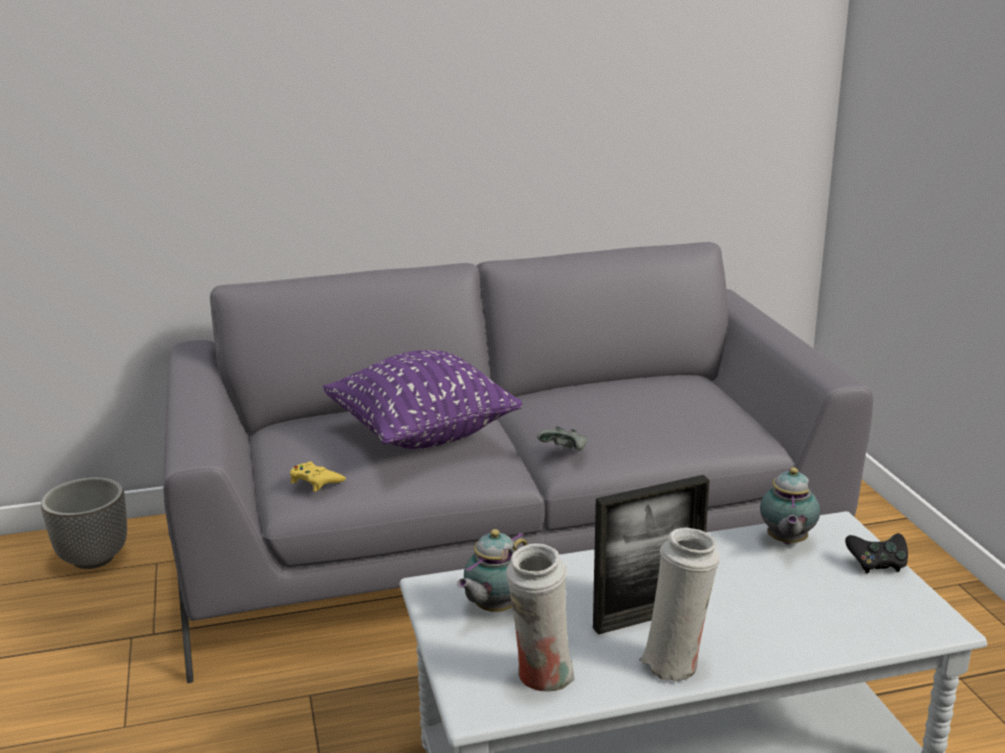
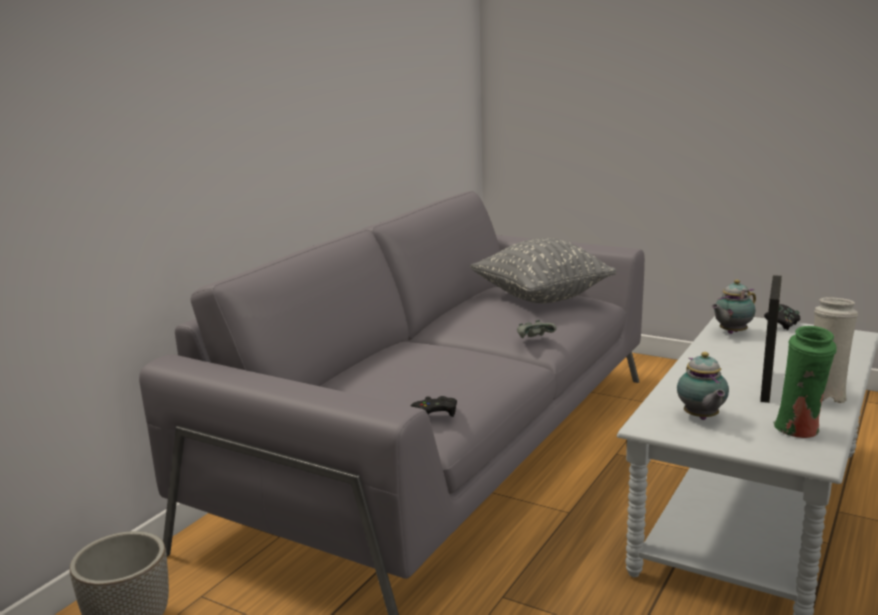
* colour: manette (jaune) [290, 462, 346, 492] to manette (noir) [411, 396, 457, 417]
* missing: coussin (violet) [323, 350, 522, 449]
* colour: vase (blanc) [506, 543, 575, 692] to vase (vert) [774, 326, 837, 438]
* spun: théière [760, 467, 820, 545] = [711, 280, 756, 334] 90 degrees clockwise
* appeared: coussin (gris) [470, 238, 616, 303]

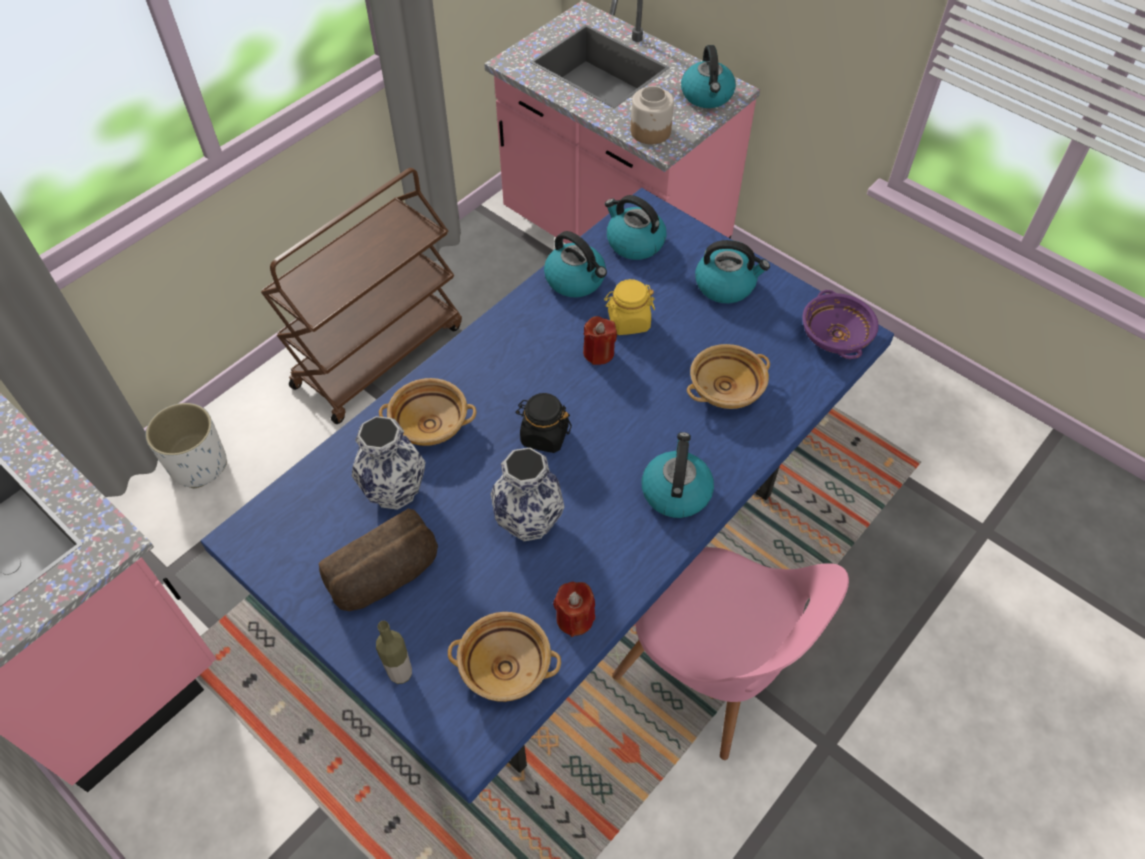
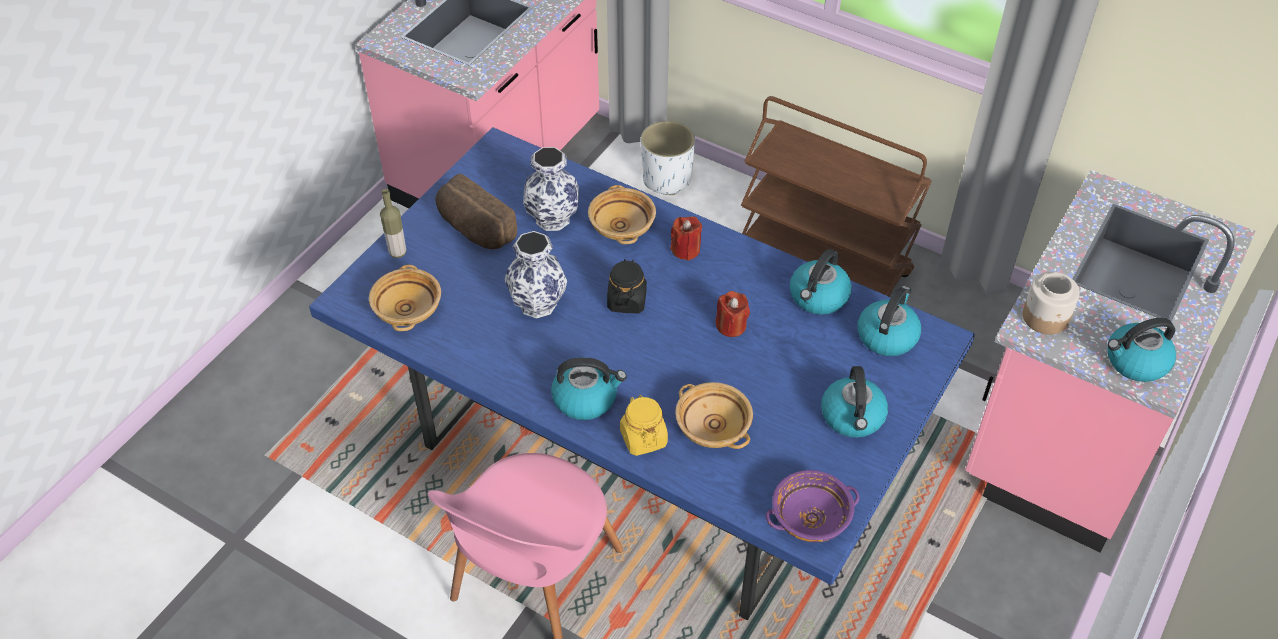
* relocated: bougie (rouge) [553, 581, 595, 637] to [670, 216, 702, 261]
* relocated: bocal (jaune) [604, 279, 655, 335] to [620, 395, 668, 456]

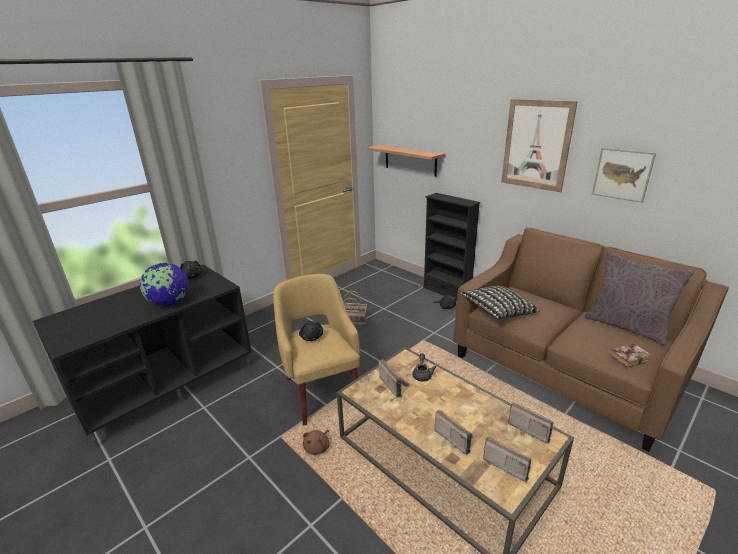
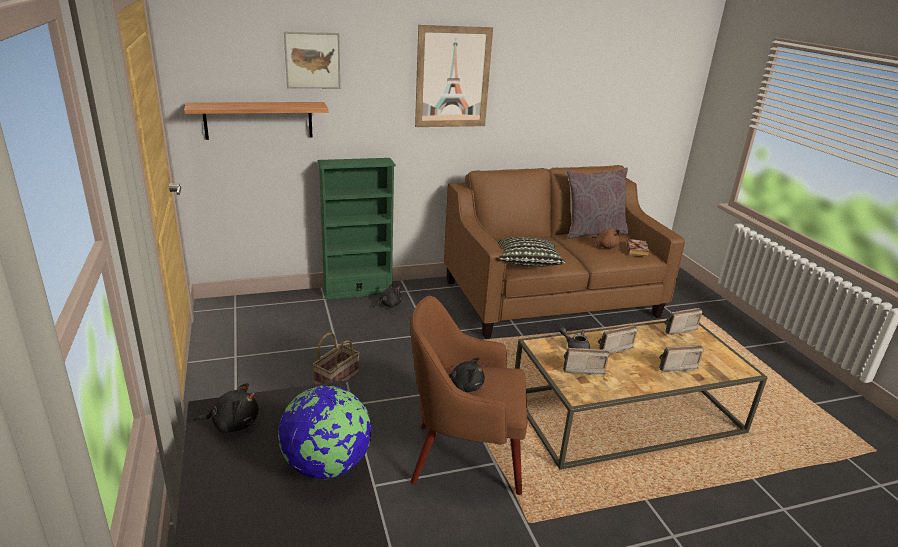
* colour: fauteuil (jaune) [273, 274, 360, 426] to fauteuil (marron) [410, 296, 528, 495]
* relocated: peluche (marron) [303, 430, 330, 455] to [592, 229, 620, 249]
* colour: bibliothèque (noir) [423, 193, 481, 301] to bibliothèque (vert) [318, 158, 396, 300]
* relocated: radio [483, 437, 532, 483] to [598, 325, 638, 354]
* relocated: tableau [592, 148, 656, 203] to [284, 32, 341, 89]

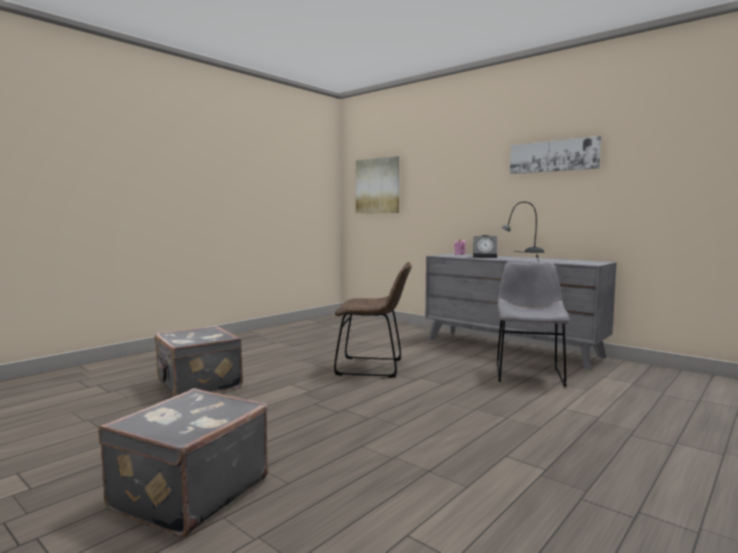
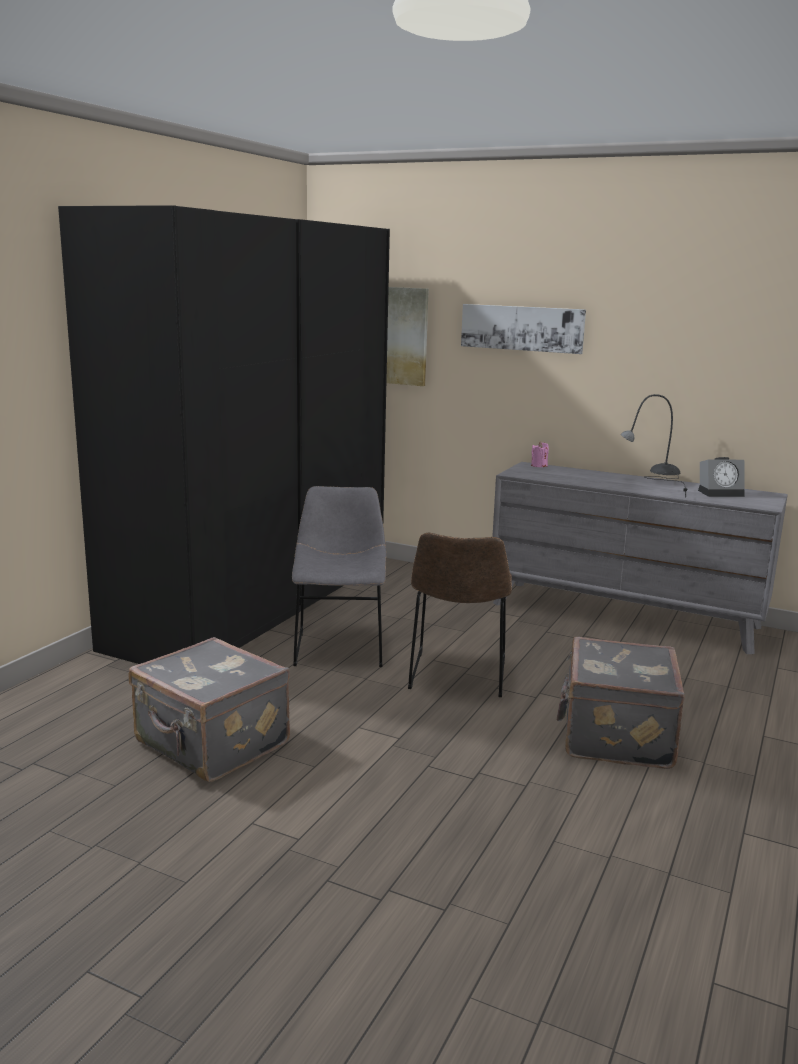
* relocated: valise (gris) [98, 388, 268, 537] to [557, 637, 685, 769]
* spun: chaise (marron) [334, 262, 412, 378] = [408, 533, 512, 697] 105 degrees clockwise
* relocated: réveil [473, 235, 497, 258] to [698, 457, 744, 497]
* relocated: chaise (gris) [497, 262, 570, 386] to [292, 486, 386, 667]
* relocated: tableau [510, 136, 601, 174] to [461, 304, 586, 354]
* appeared: armoire (noir) [58, 205, 390, 664]

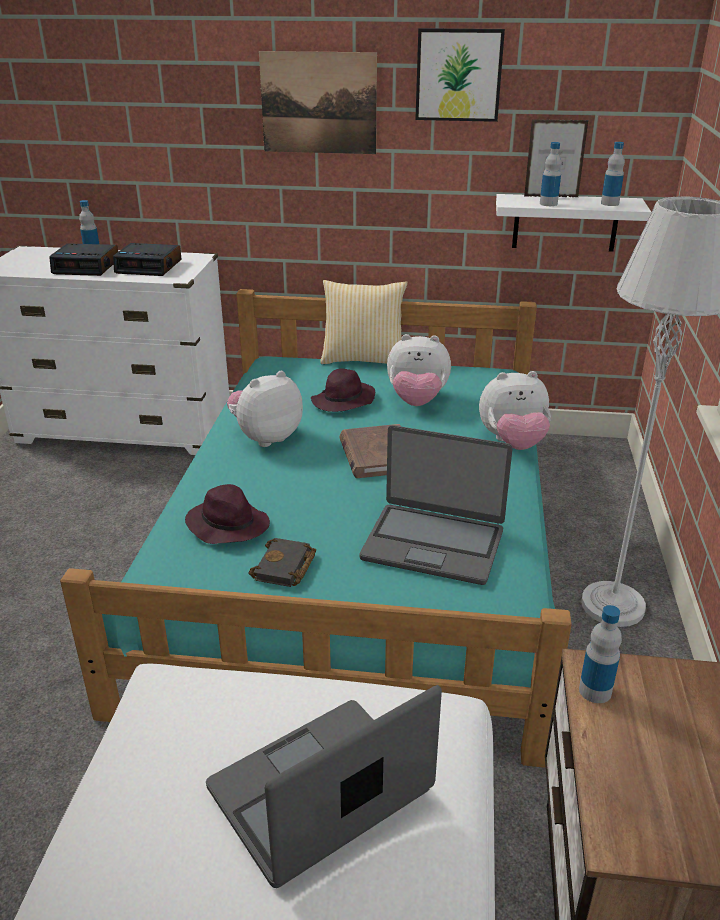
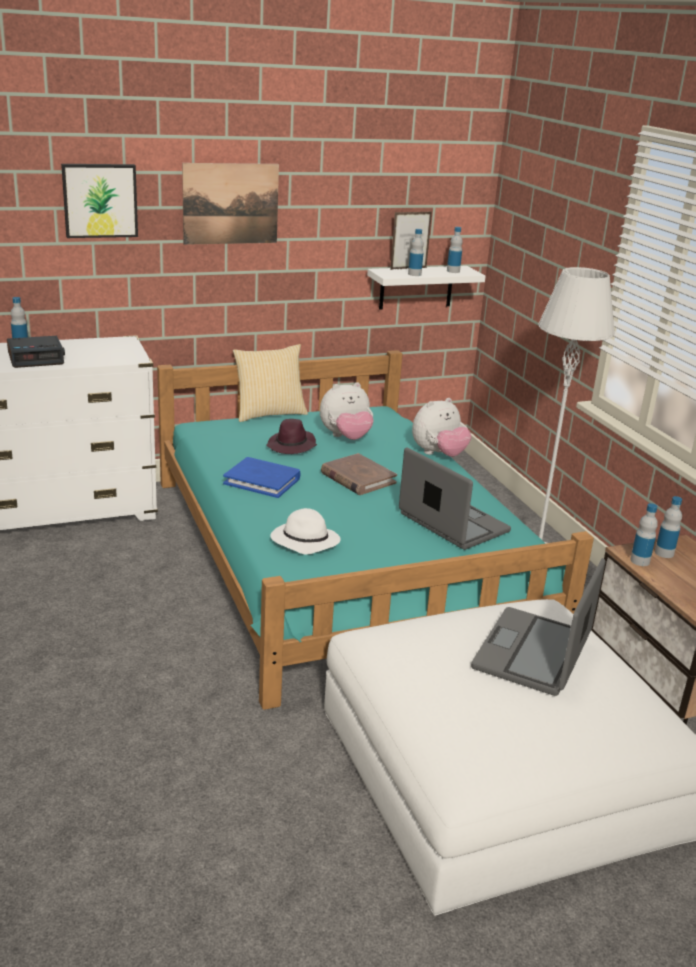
* missing: réveil [113, 243, 181, 276]
* colour: chapeau (violet) [185, 484, 270, 544] to chapeau (blanc) [270, 508, 341, 555]
* exchanged: peluche [227, 371, 303, 447] to livre (bleu) [223, 457, 301, 498]
* missing: livre (noir) [248, 538, 316, 587]
* spun: ordinateur portable [360, 425, 513, 585] = [399, 447, 511, 550] 120 degrees counterclockwise
* relocated: tableau [415, 28, 505, 122] to [61, 164, 138, 238]
* appeared: bouteille [655, 496, 682, 558]

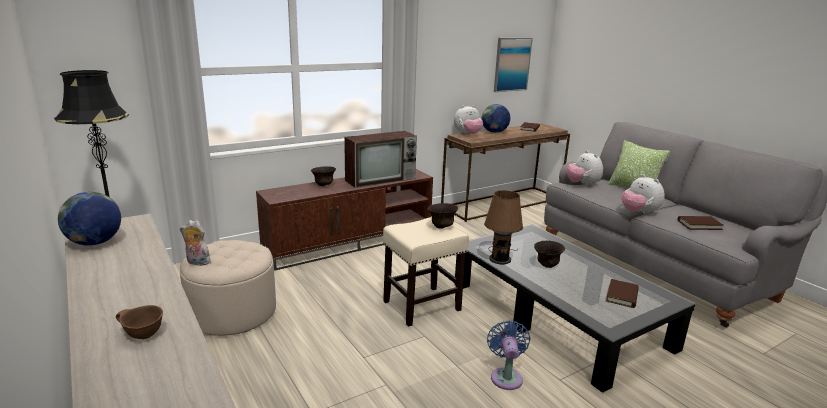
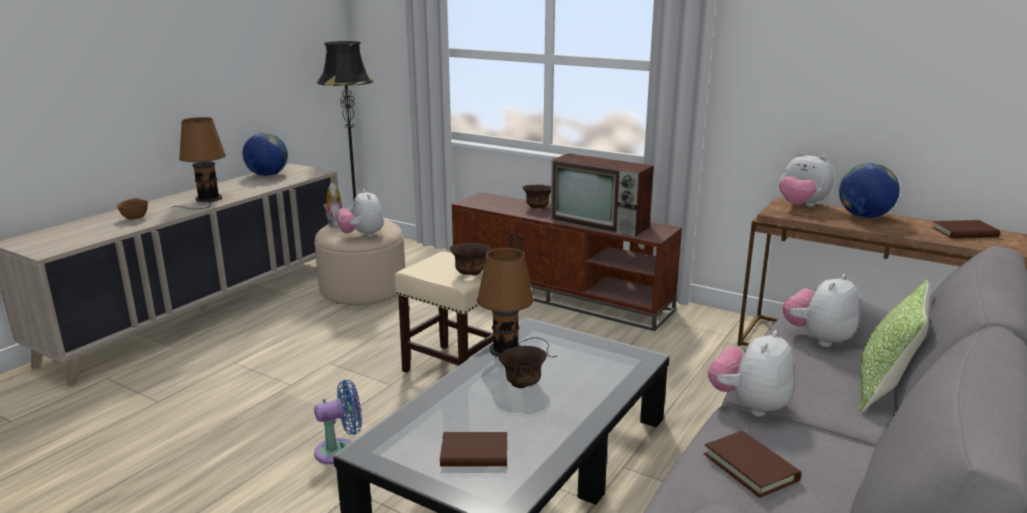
* missing: tableau [494, 38, 533, 92]
* appeared: lampe de table (marron) [171, 117, 226, 209]
* appeared: peluche [337, 189, 384, 238]

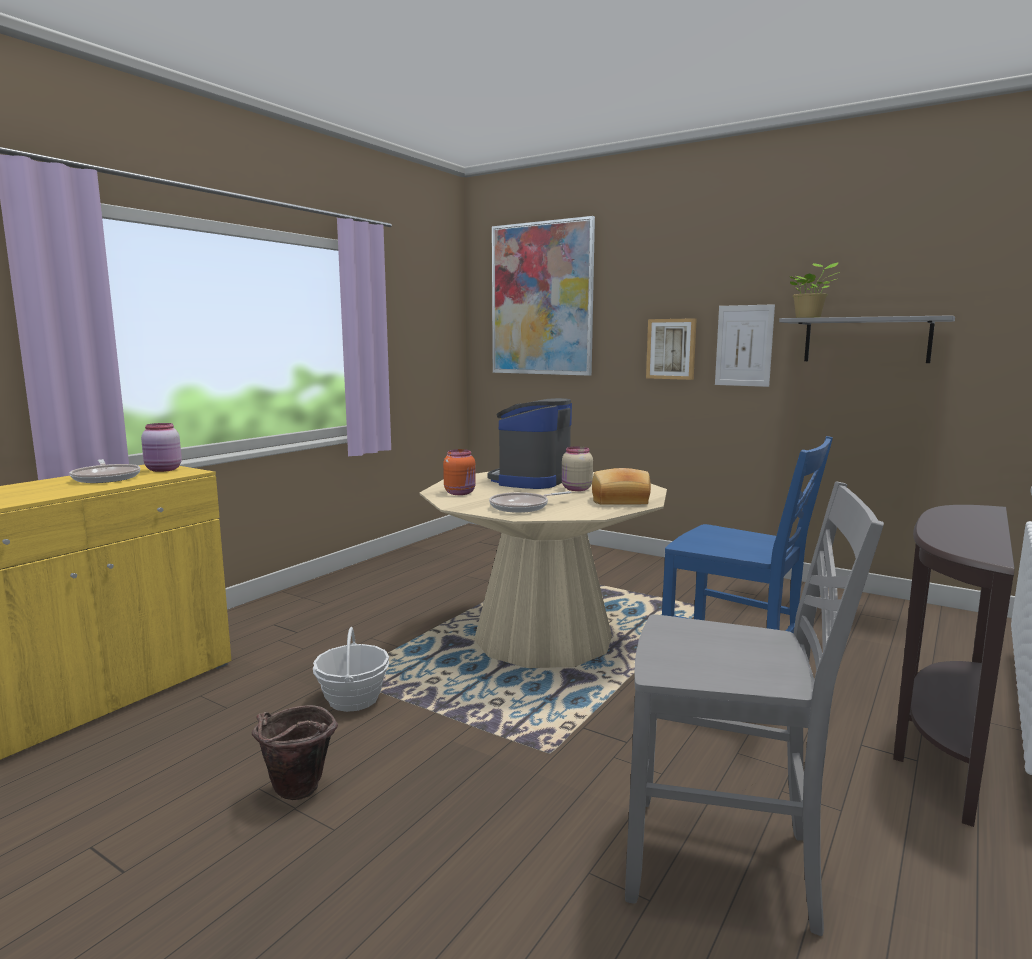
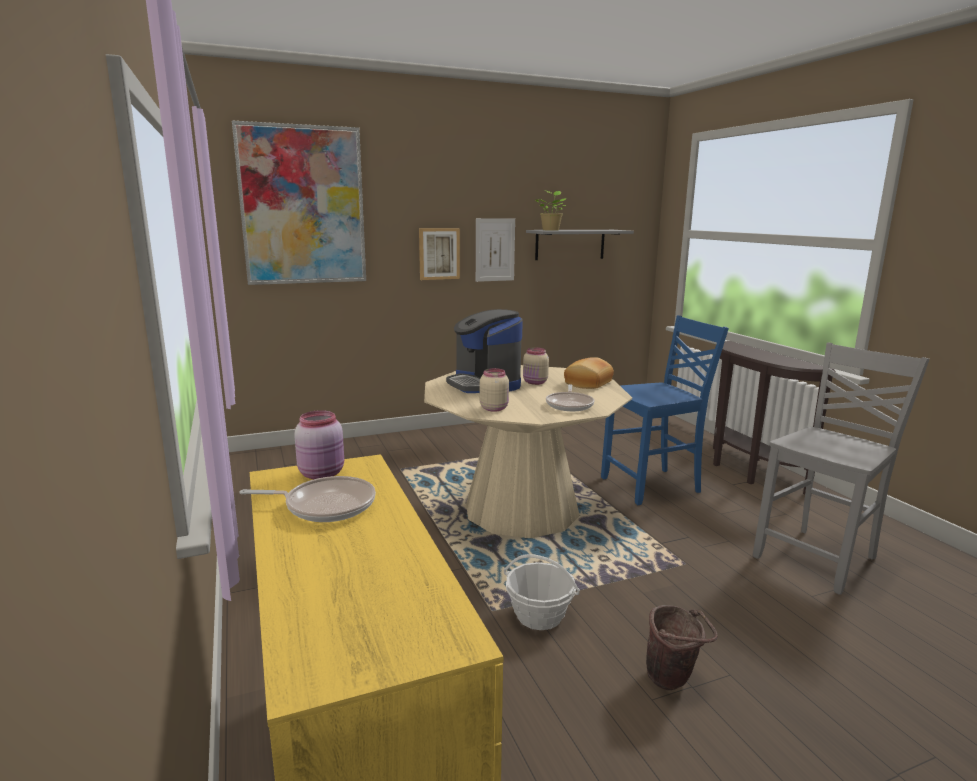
* colour: bocal (orange) [443, 449, 476, 495] to bocal (beige) [479, 368, 509, 412]

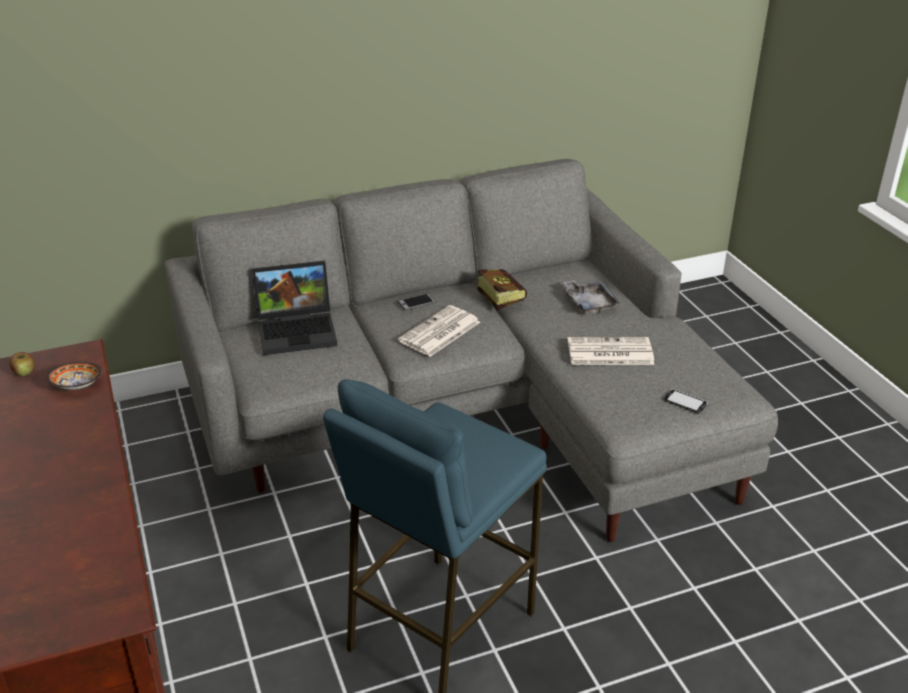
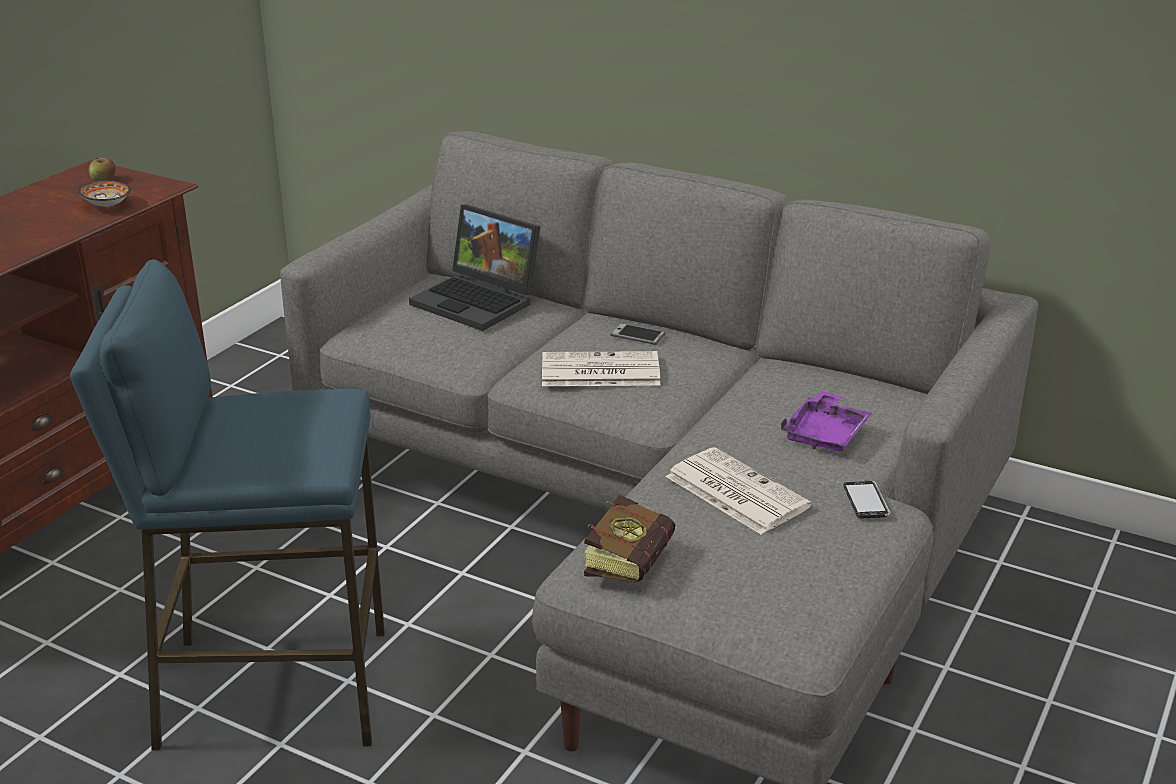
* relocated: livre [477, 269, 527, 310] to [584, 495, 675, 583]
* colour: plateau (gris) [563, 280, 620, 315] to plateau (violet) [781, 391, 872, 452]
* relocated: téléphone [664, 389, 708, 414] to [843, 481, 890, 519]

